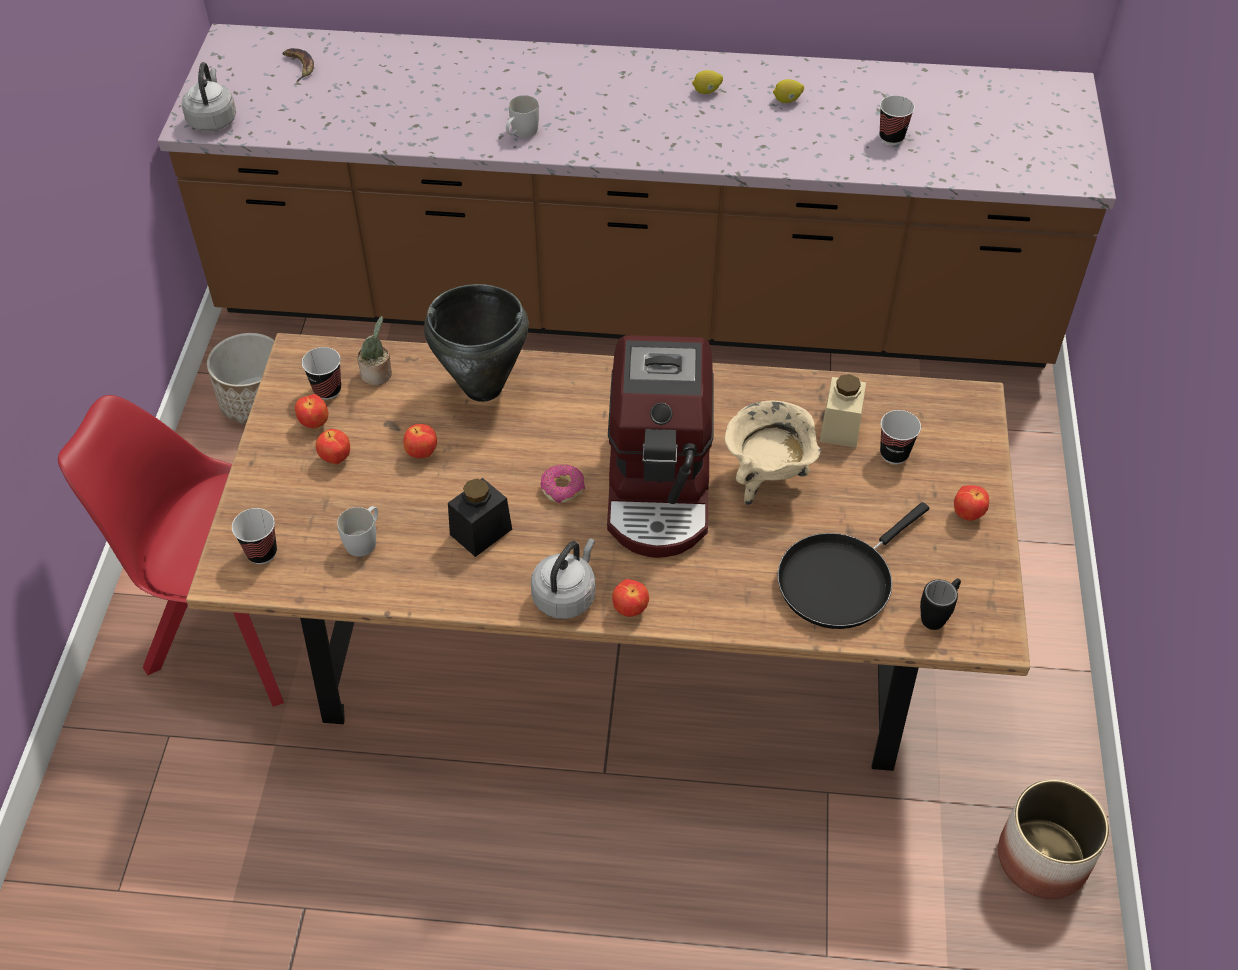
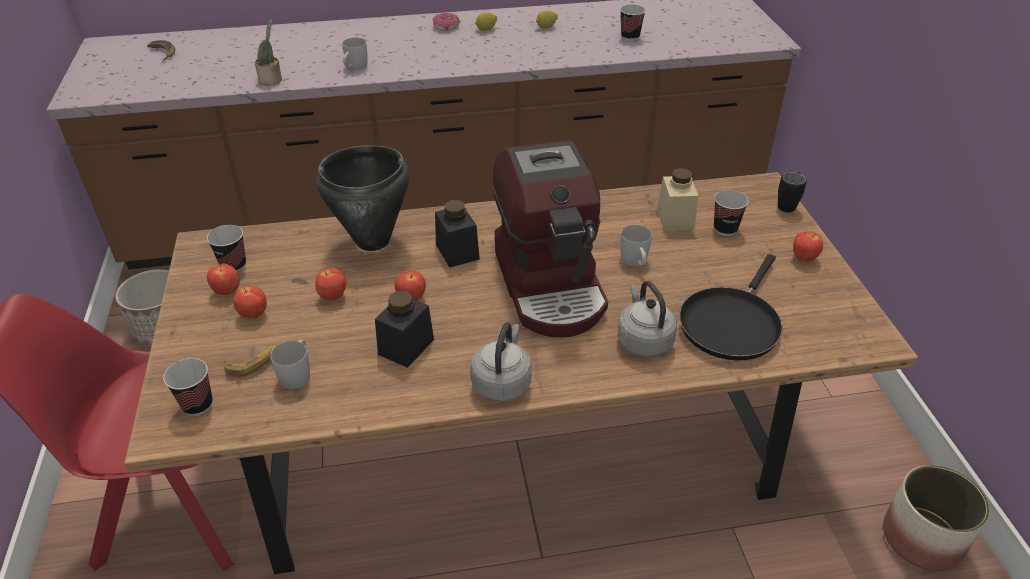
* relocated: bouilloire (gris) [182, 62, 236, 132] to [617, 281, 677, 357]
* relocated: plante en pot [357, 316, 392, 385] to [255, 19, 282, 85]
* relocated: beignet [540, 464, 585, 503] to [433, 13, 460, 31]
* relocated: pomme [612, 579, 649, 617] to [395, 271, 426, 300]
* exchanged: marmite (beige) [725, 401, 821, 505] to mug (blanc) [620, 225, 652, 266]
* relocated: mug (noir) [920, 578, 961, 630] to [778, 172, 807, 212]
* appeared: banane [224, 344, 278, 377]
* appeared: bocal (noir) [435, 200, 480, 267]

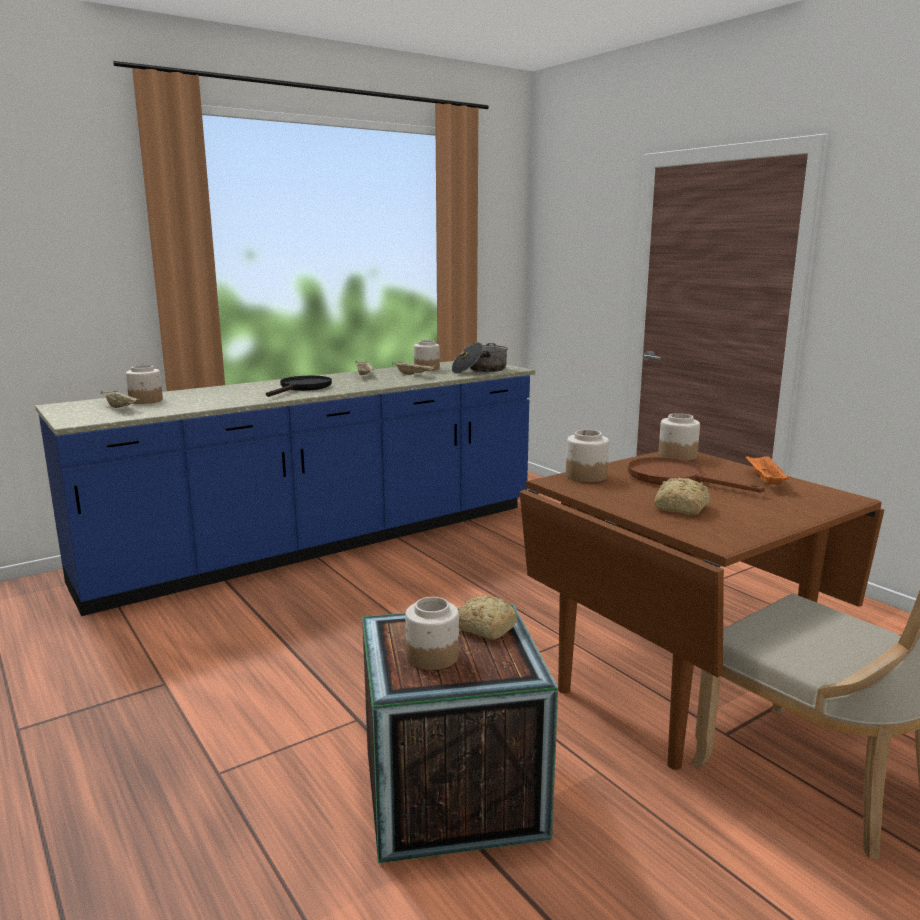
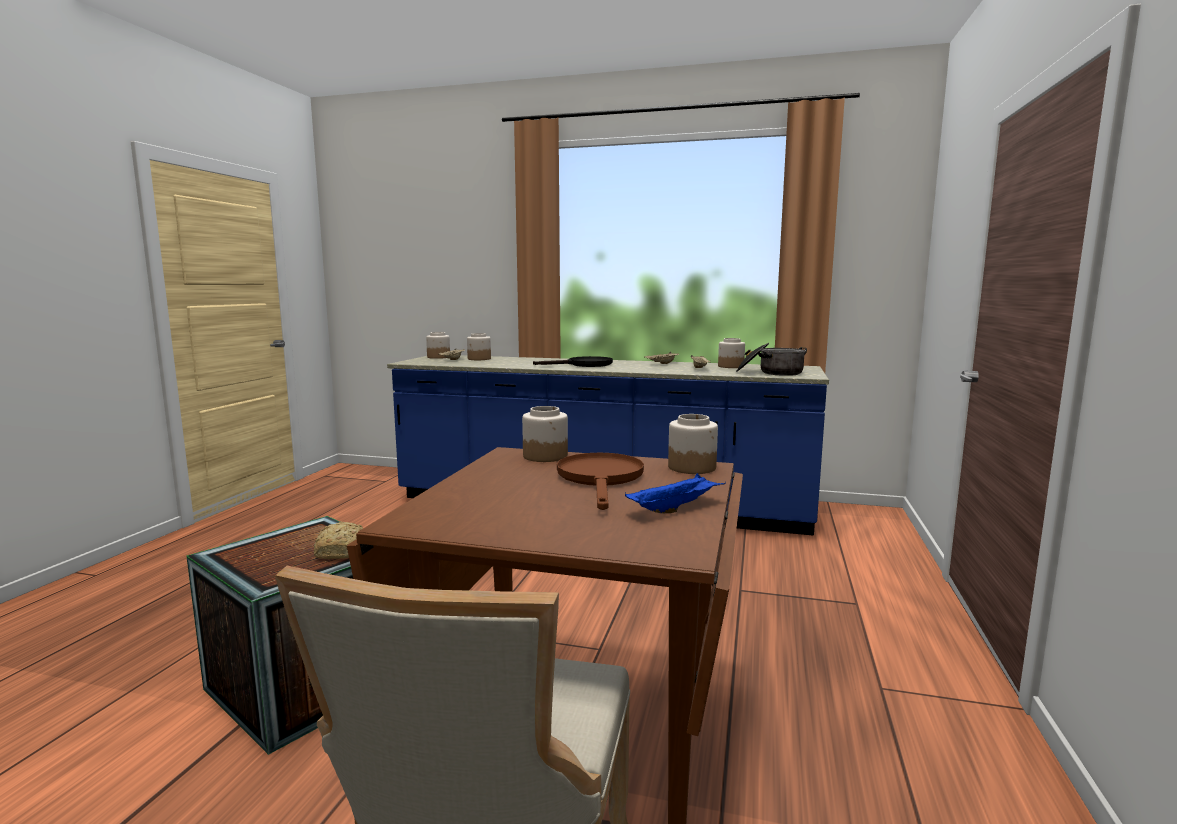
* relocated: bocal [405, 597, 459, 670] to [426, 332, 450, 359]
* missing: pain [654, 477, 710, 515]
* colour: plateau (orange) [745, 456, 790, 485] to plateau (bleu) [625, 473, 726, 513]

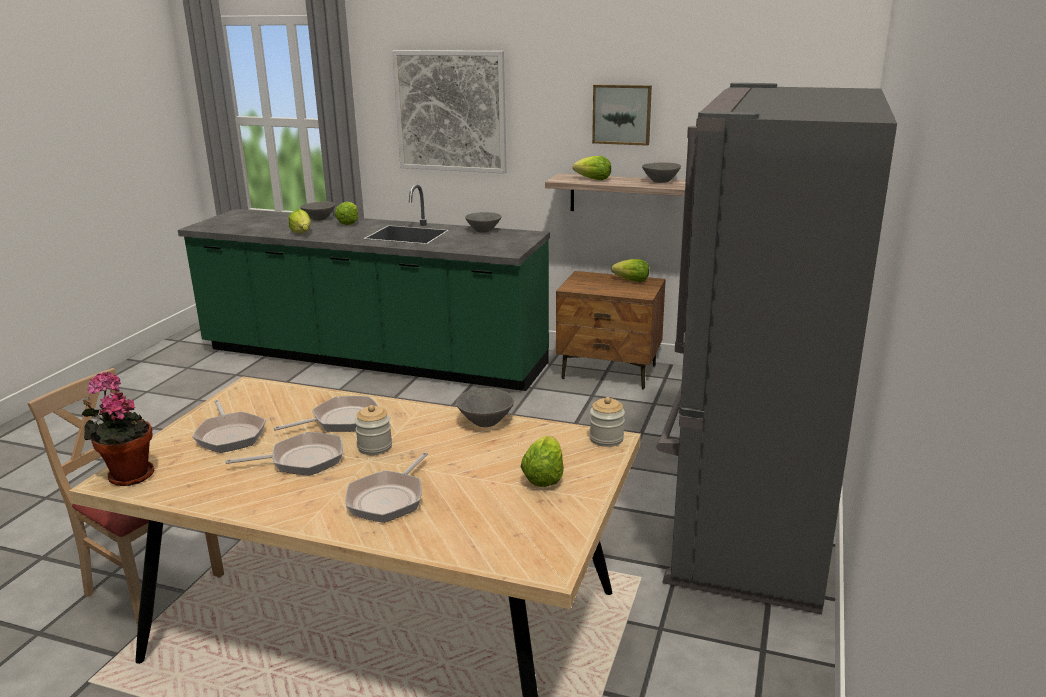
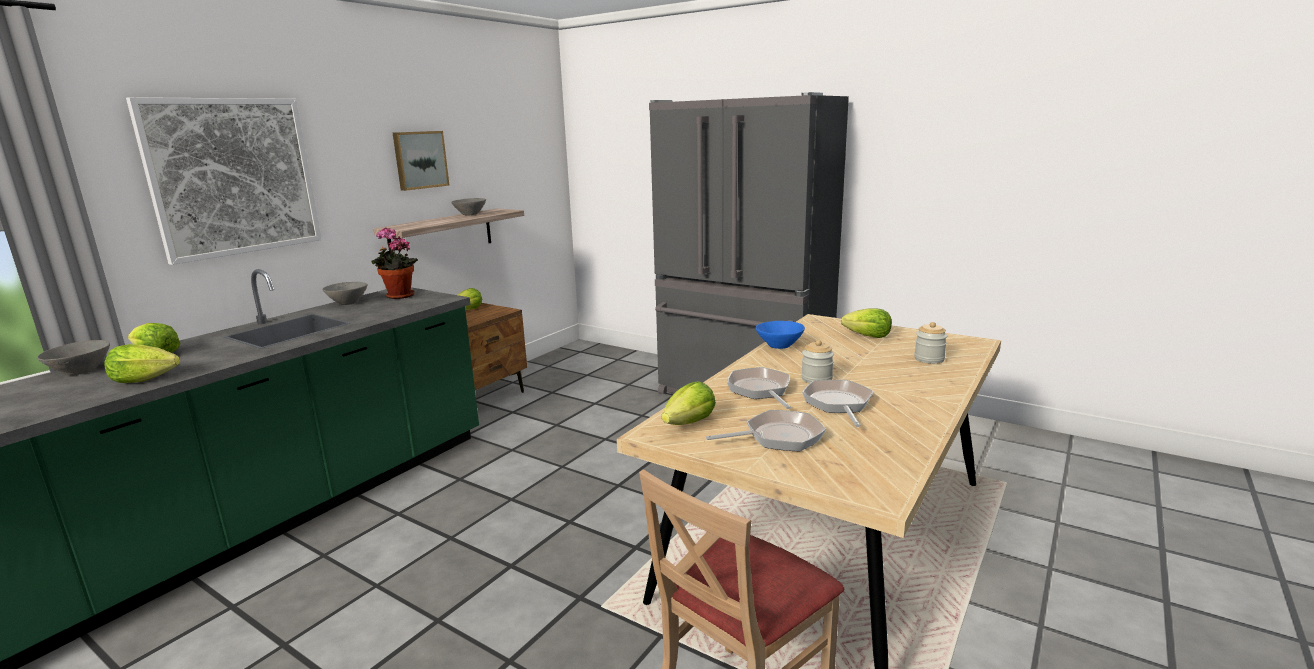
* relocated: plante en pot [82, 372, 154, 486] to [372, 227, 418, 299]
* missing: poêle [346, 452, 428, 523]
* colour: bol (gris) [456, 388, 514, 427] to bol (bleu) [755, 321, 805, 349]
* relocated: laitue [573, 156, 611, 180] to [662, 381, 716, 425]
* relocated: bocal [590, 397, 625, 447] to [914, 322, 947, 364]

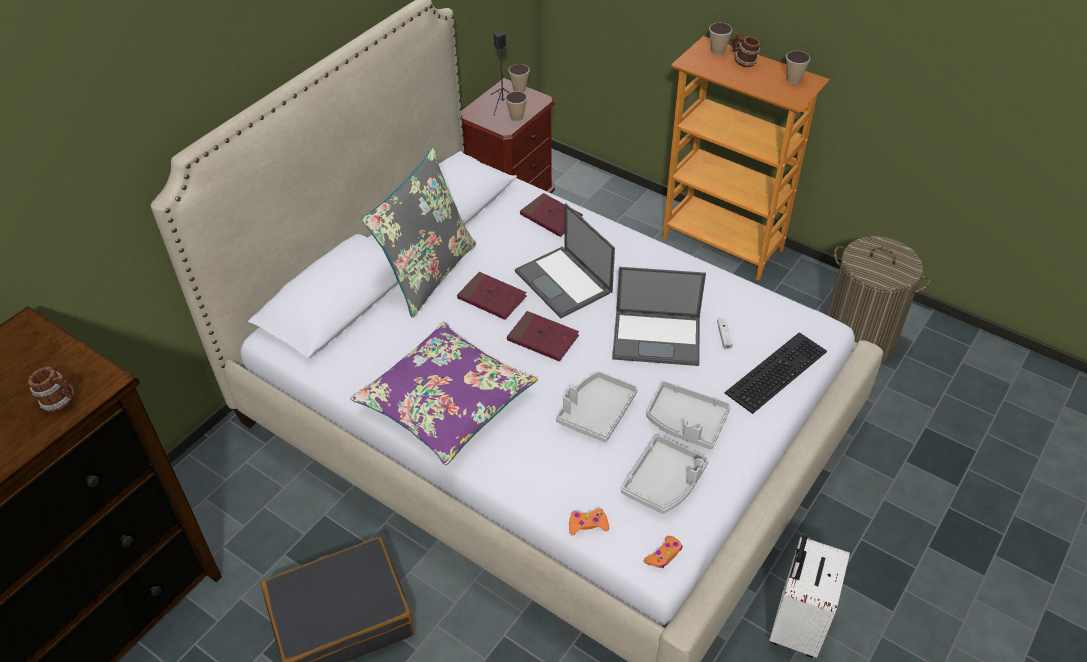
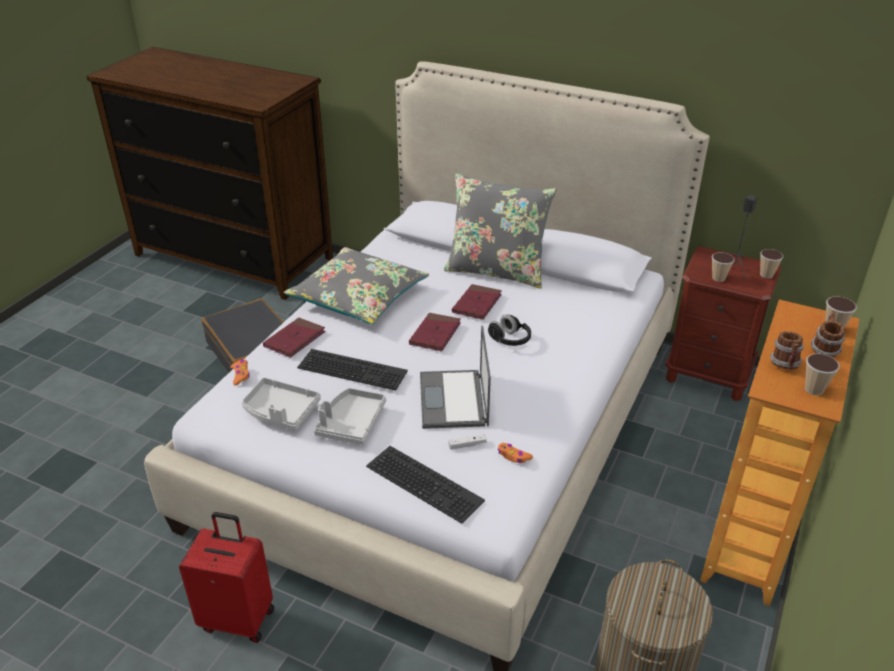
* relocated: mug [28, 367, 74, 412] to [770, 331, 804, 370]
* colour: coussin (violet) [350, 321, 538, 465] to coussin (gris) [284, 247, 429, 325]
* exchanged: ordinateur portable [515, 203, 615, 318] to casque audio (noir) [488, 314, 531, 346]
* relocated: livre (rouge) [520, 193, 583, 237] to [263, 318, 326, 358]
* exchanged: plateau (gris) [556, 371, 638, 443] to clavier [297, 349, 408, 391]
* relocated: manette (orange) [644, 536, 683, 568] to [498, 443, 533, 463]
* colour: valise (blanc) [769, 535, 850, 658] to valise (rouge) [179, 512, 274, 643]

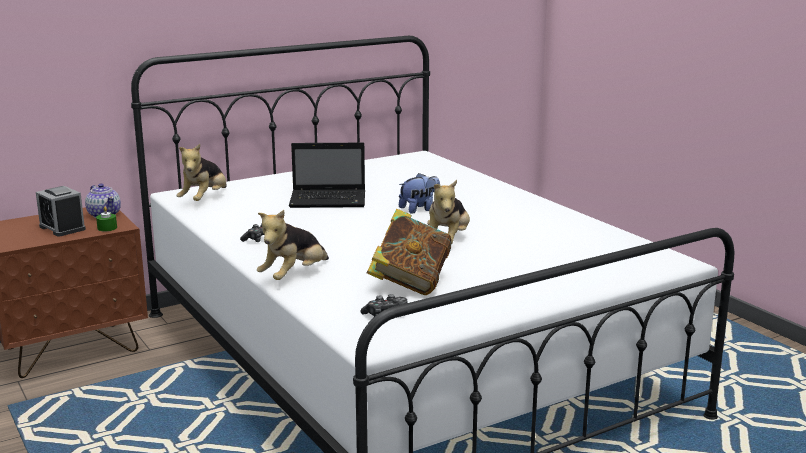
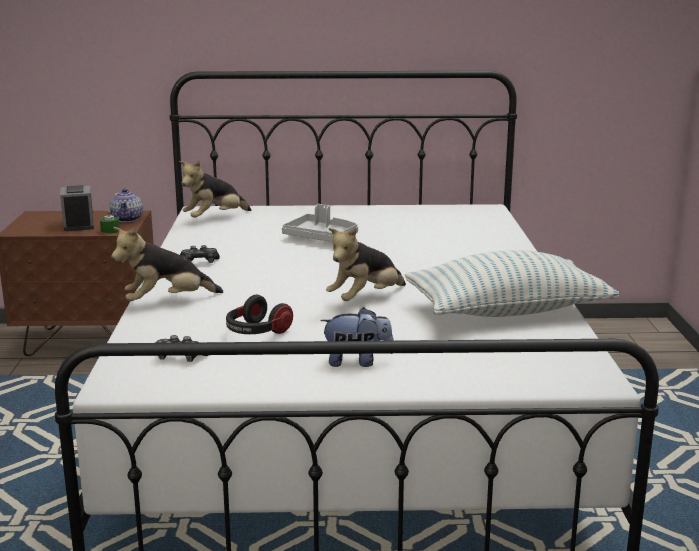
* exchanged: ordinateur portable [289, 143, 365, 208] to plateau (gris) [282, 204, 358, 242]
* exchanged: livre [367, 209, 452, 295] to casque audio [226, 295, 293, 334]
* relocated: peluche [399, 173, 440, 214] to [320, 307, 394, 367]
* appeared: coussin [405, 250, 619, 317]

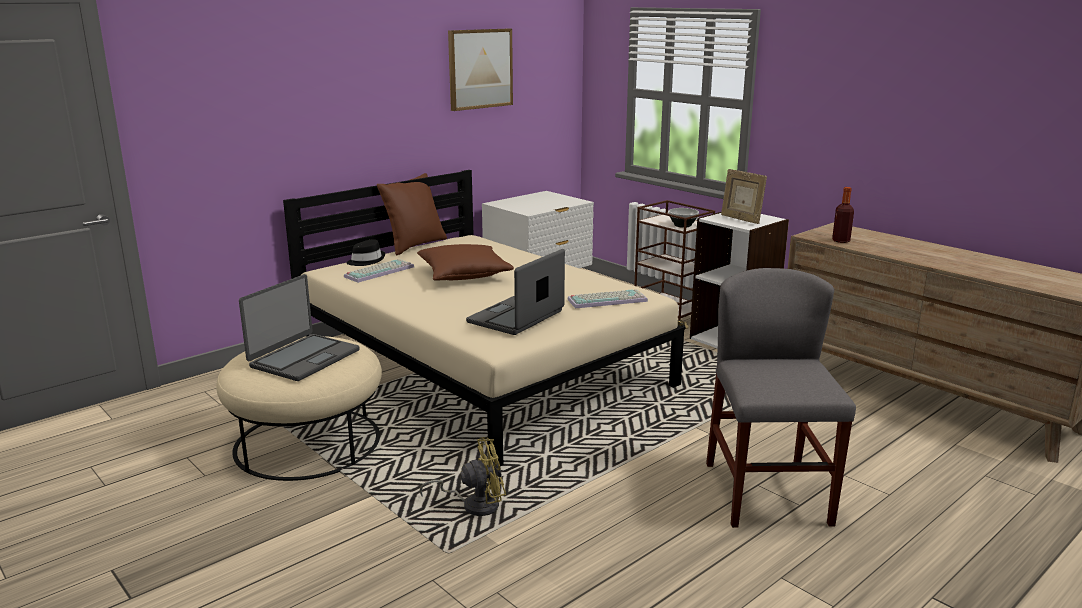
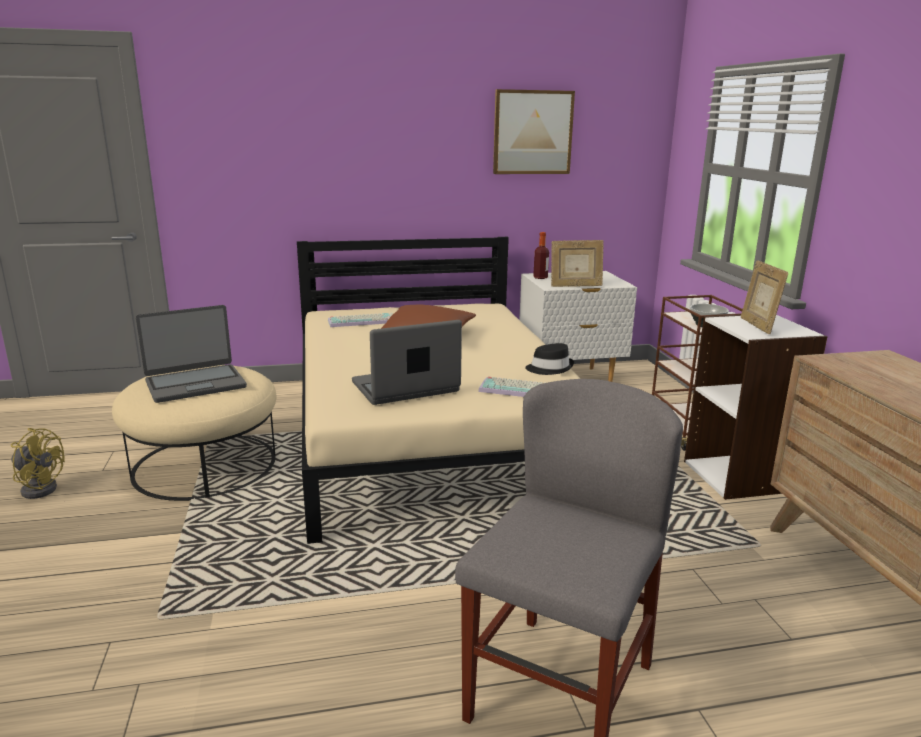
* relocated: chapeau (noir) [347, 239, 385, 266] to [525, 343, 574, 375]
* missing: coussin (marron) [377, 173, 447, 255]
* relocated: ventilateur (jaune) [420, 437, 506, 516] to [11, 428, 65, 499]
* relocated: bouteille [832, 187, 854, 243] to [533, 232, 549, 279]
* appeared: cadre photo [551, 240, 604, 287]

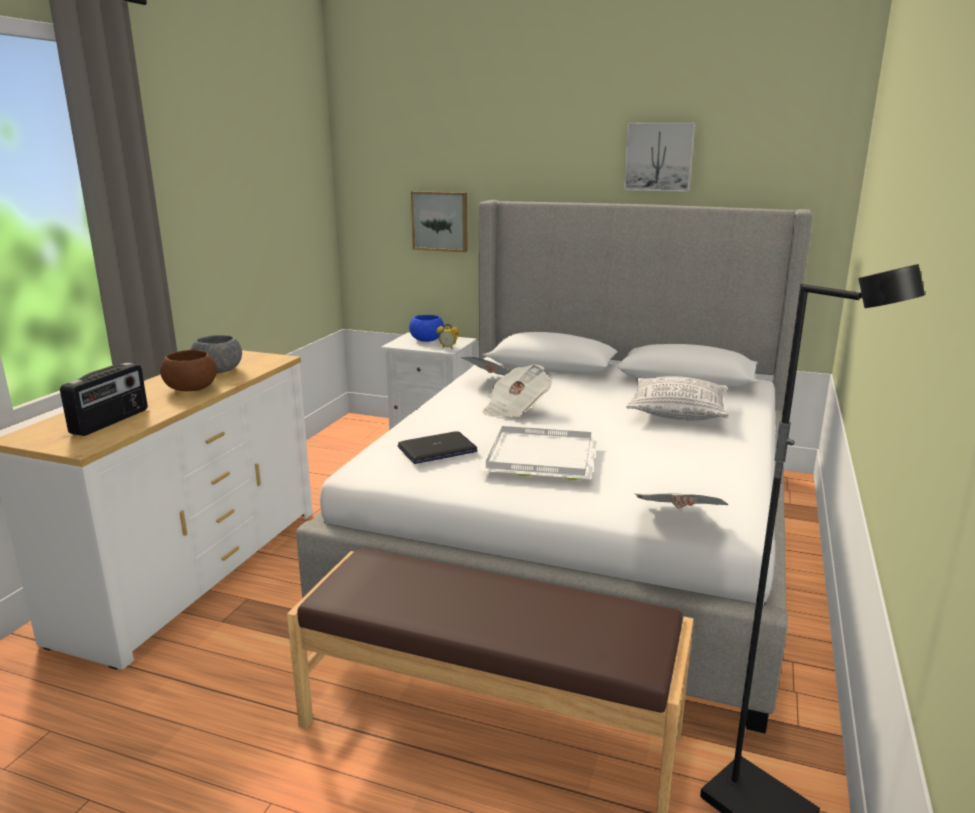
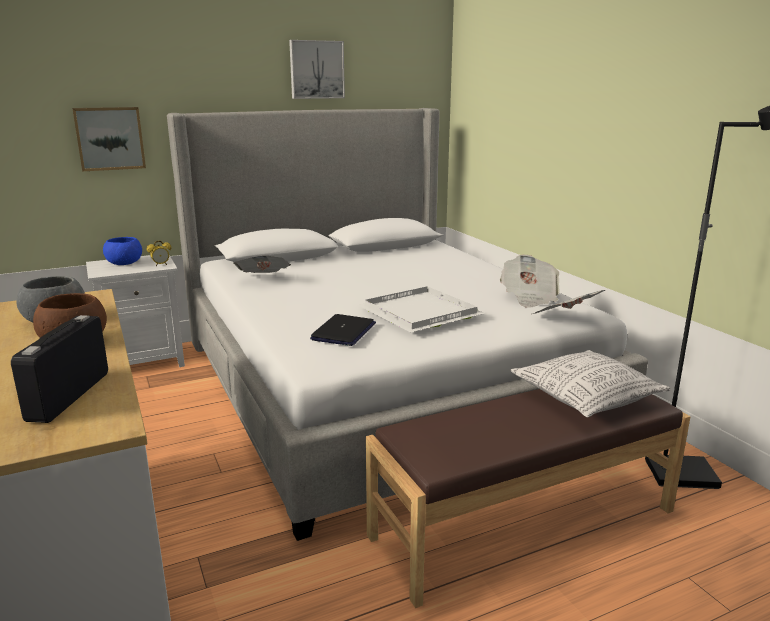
* spun: radio [60, 362, 147, 436] = [11, 315, 108, 423] 150 degrees counterclockwise
* relocated: journal [483, 364, 552, 418] to [500, 255, 560, 307]
* relocated: coussin [626, 376, 729, 421] to [511, 350, 671, 417]

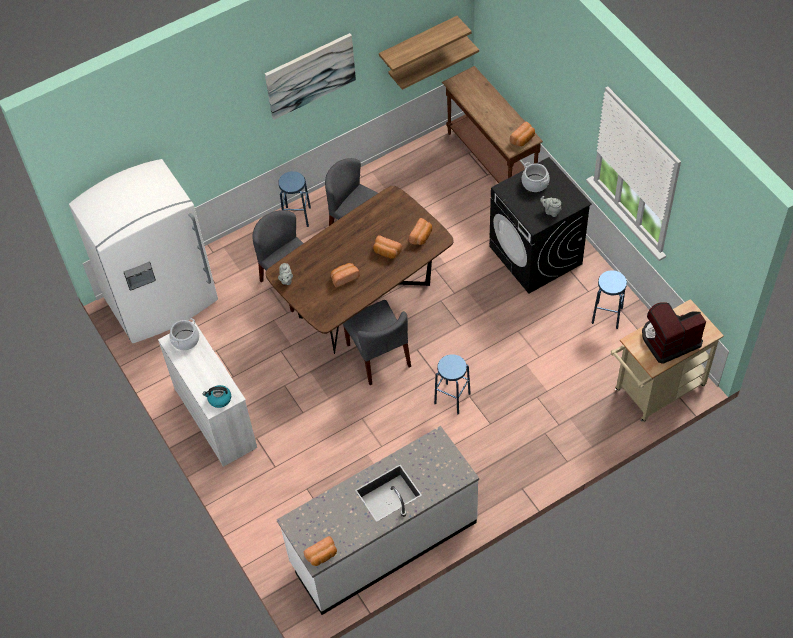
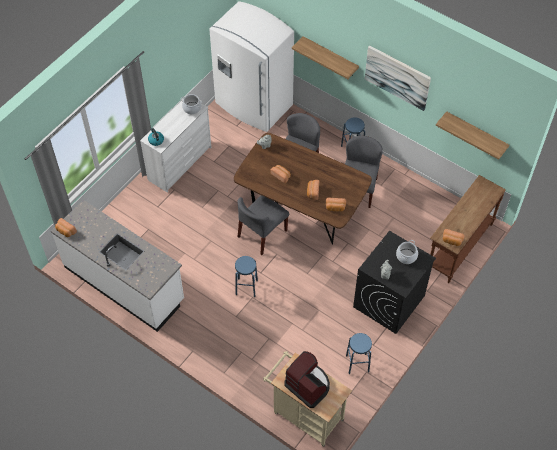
* relocated: étagère [388, 36, 479, 90] to [292, 36, 359, 79]

